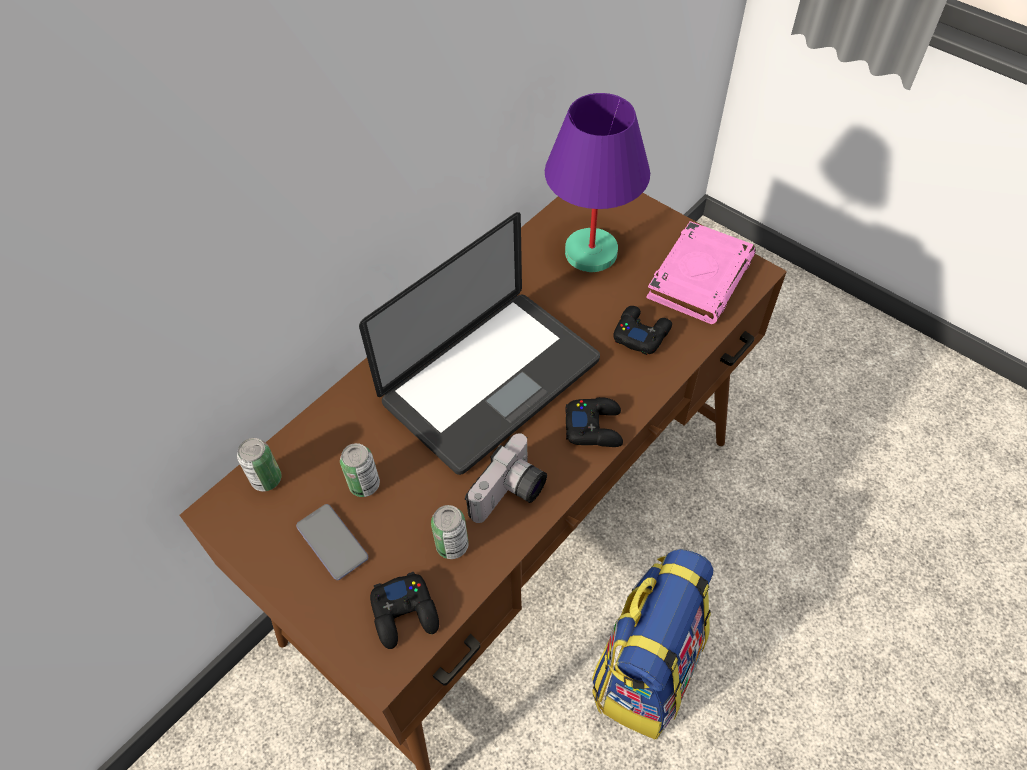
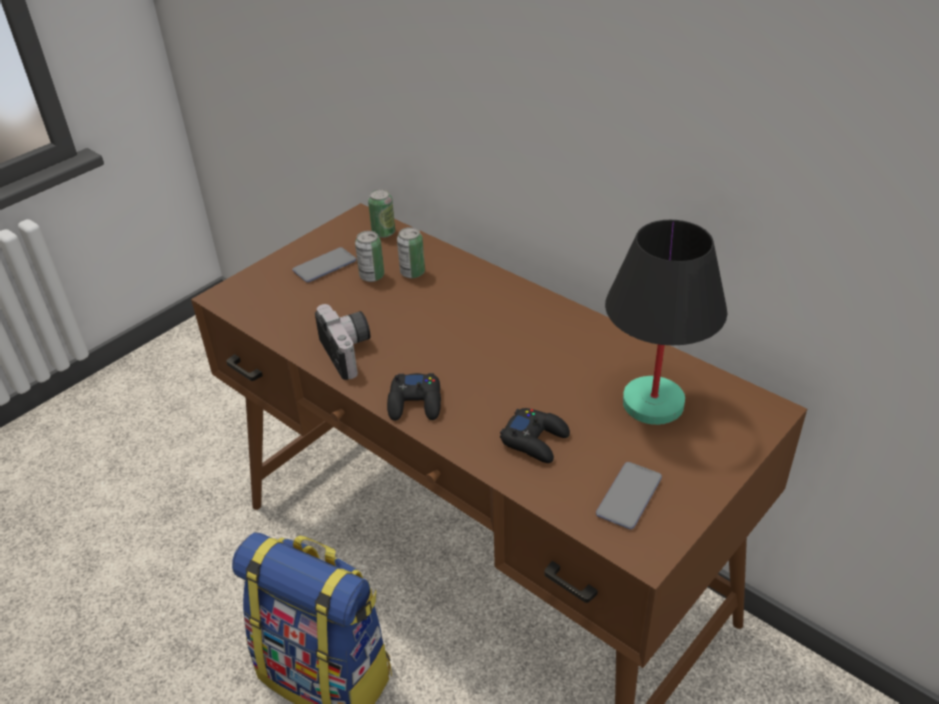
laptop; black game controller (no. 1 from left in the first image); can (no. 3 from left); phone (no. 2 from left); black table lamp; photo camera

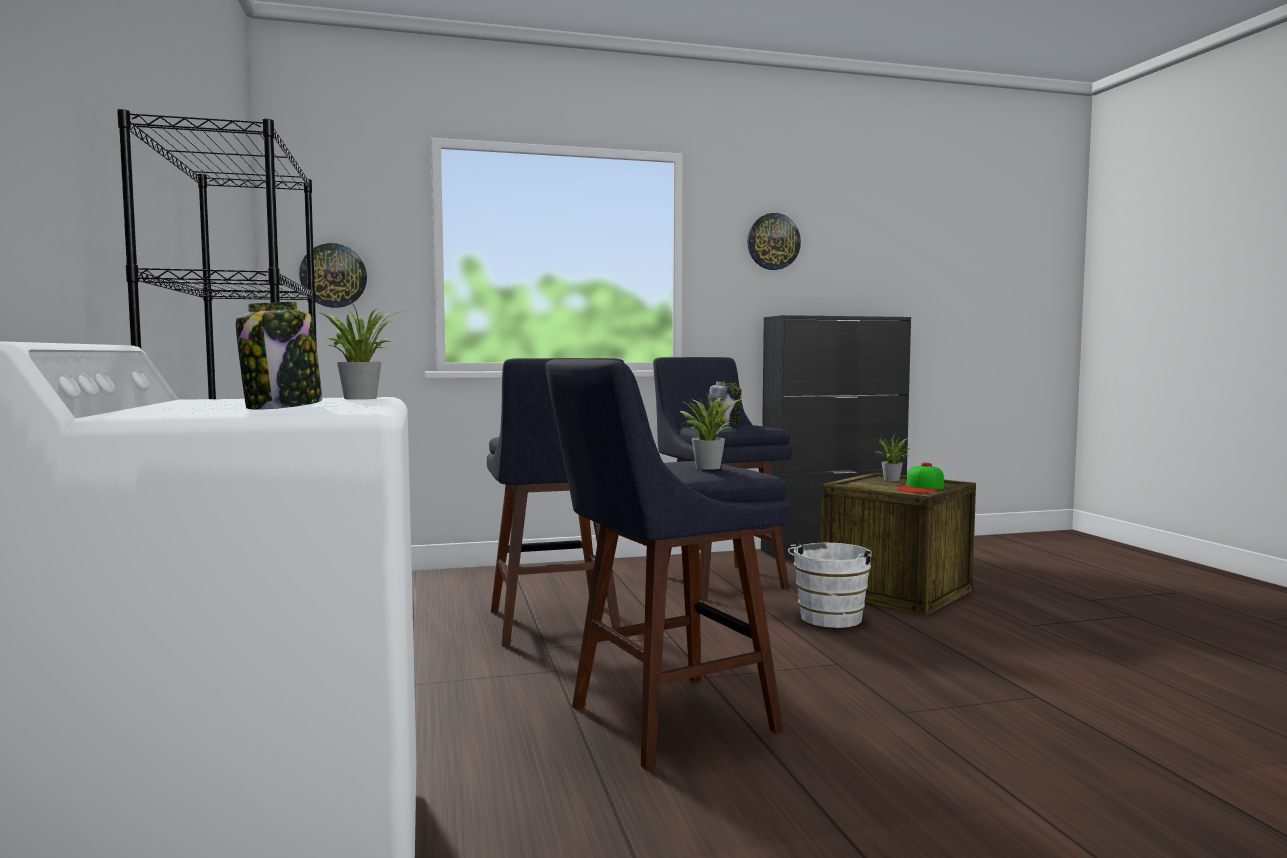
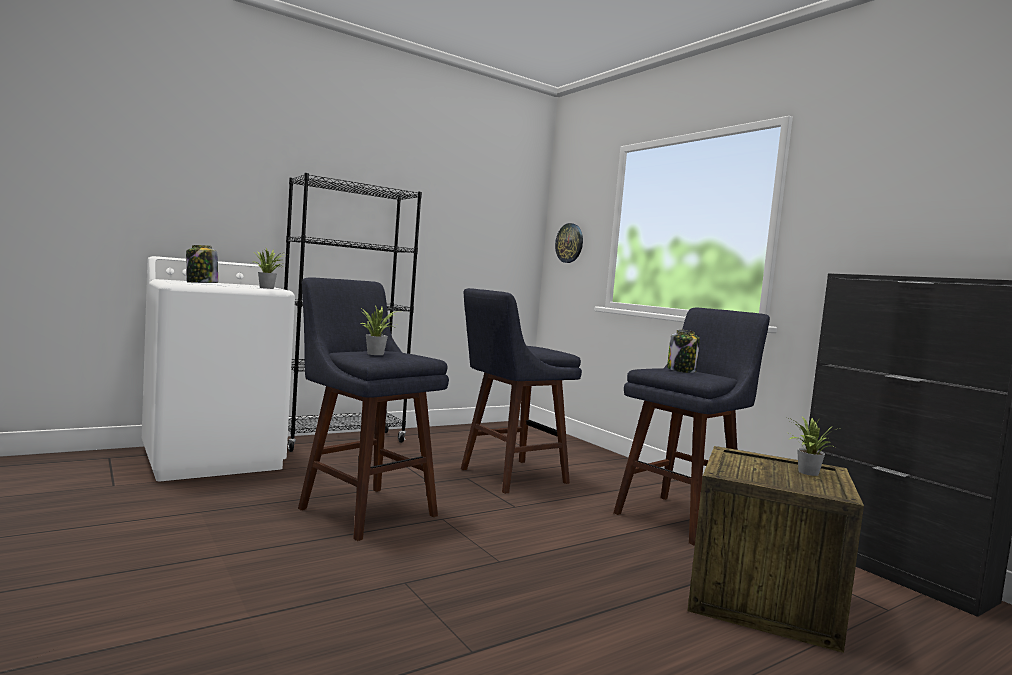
wall clock (no. 2 from left in the first image); white bucket; cap

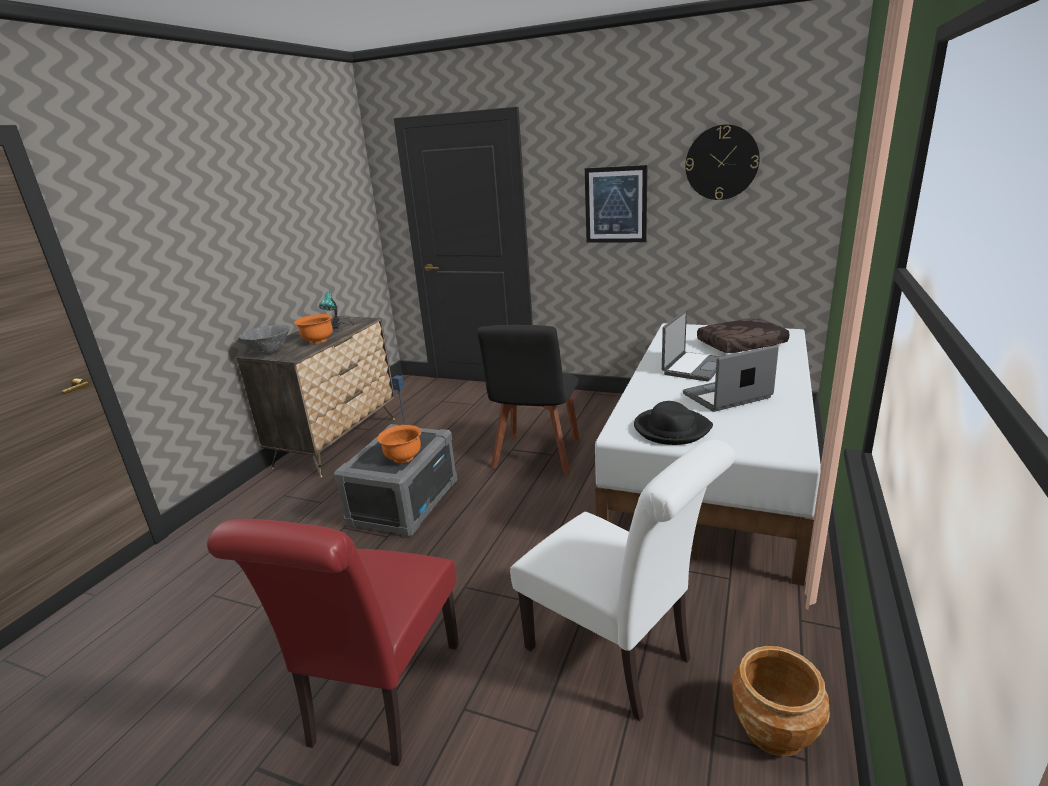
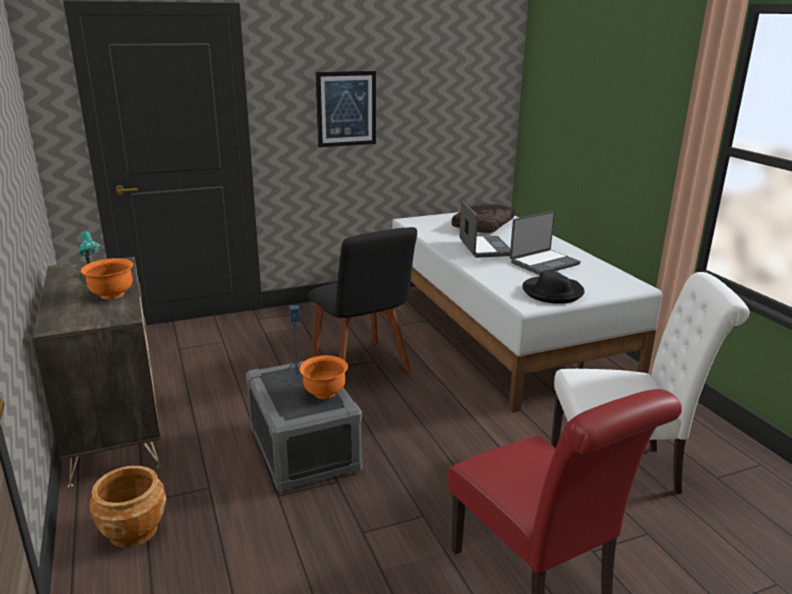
grey bowl; wall clock; brown planter; laptop (no. 2 from left)

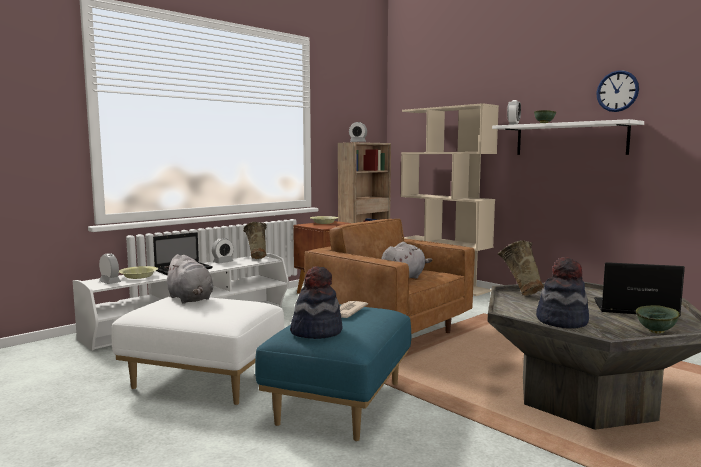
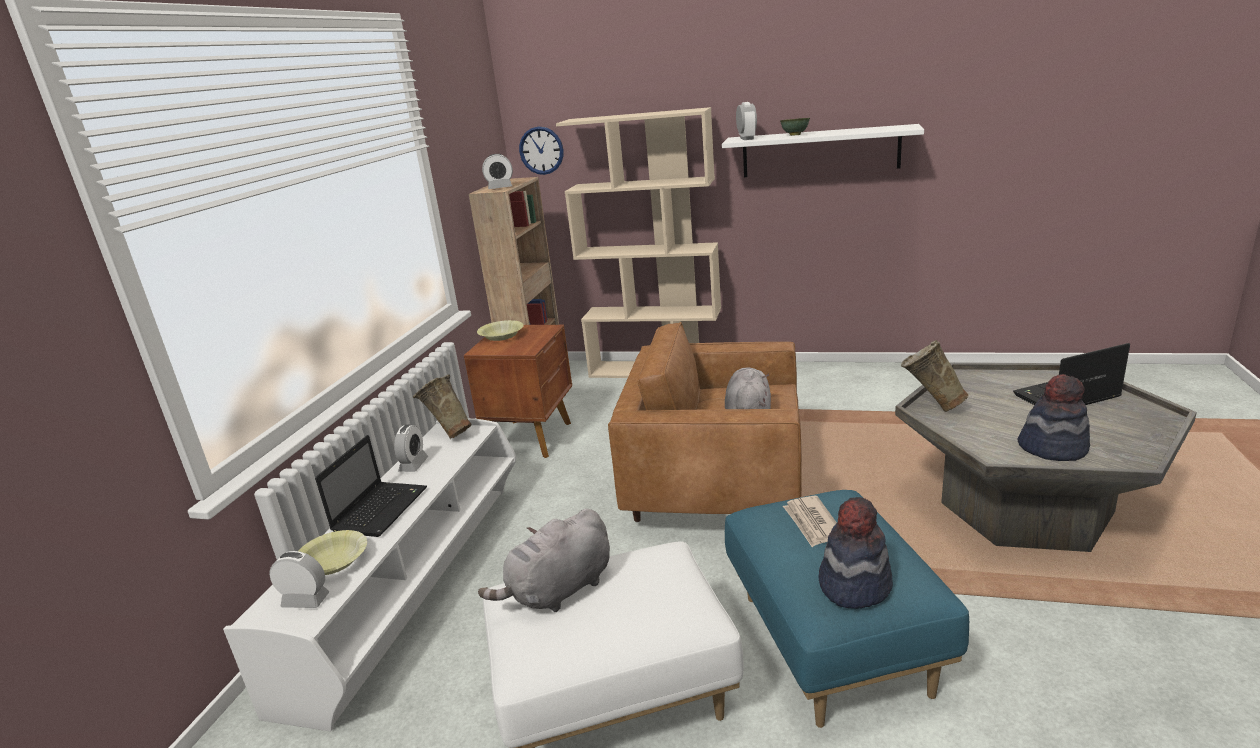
green bowl (no. 2 from left in the first image); wall clock; grey plush toy (no. 1 from left)

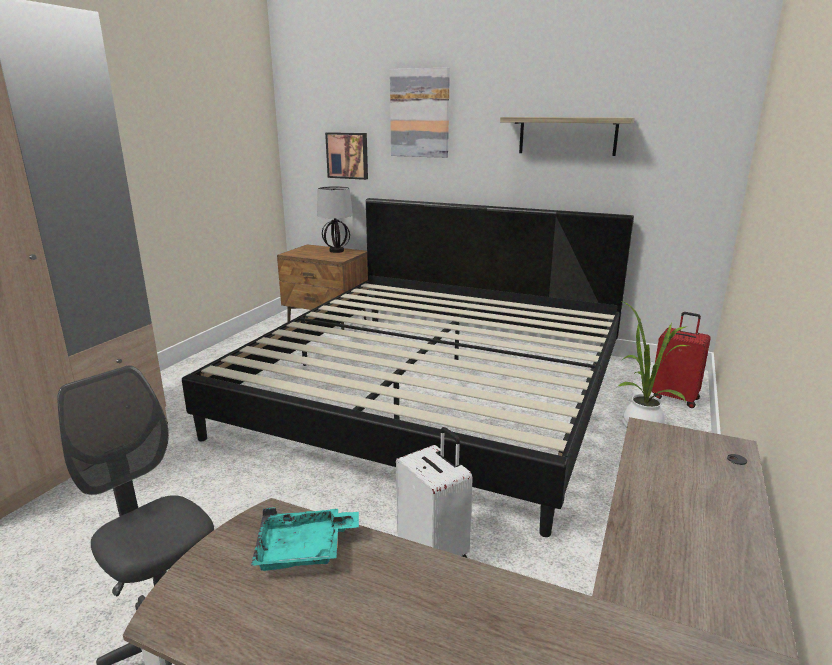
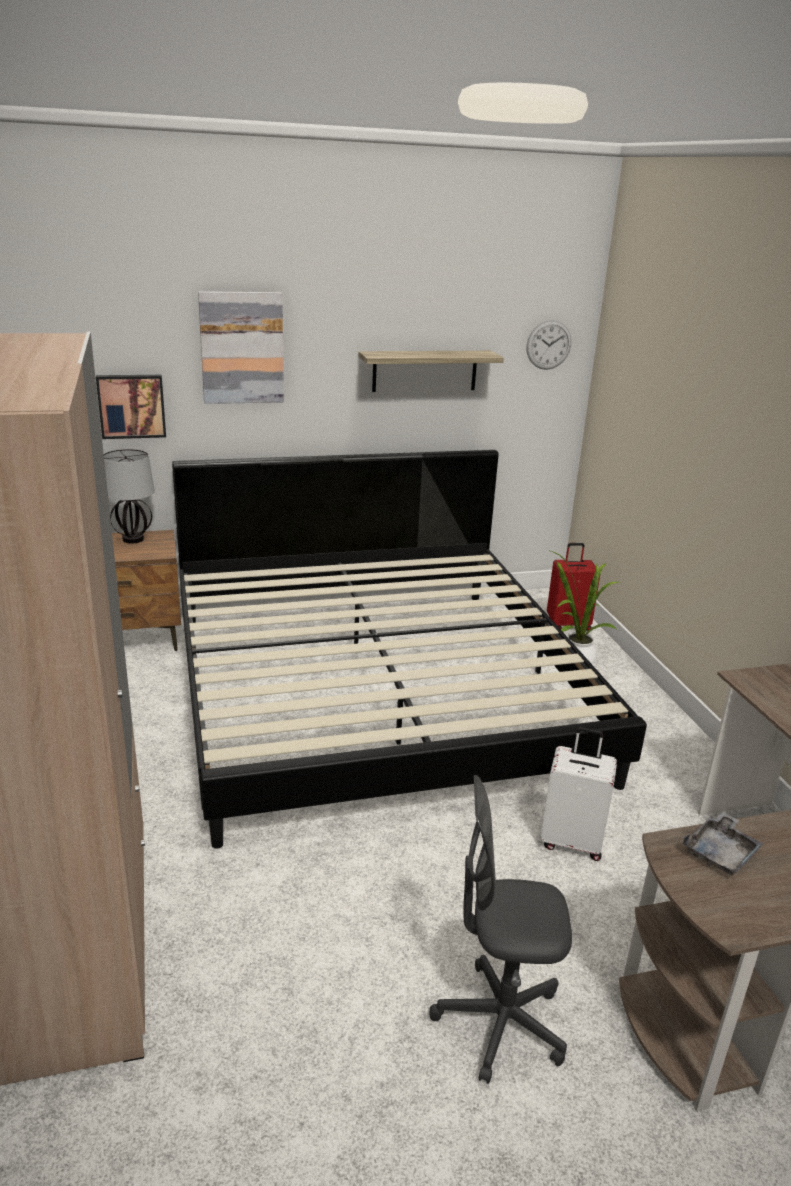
wall clock; grey tray

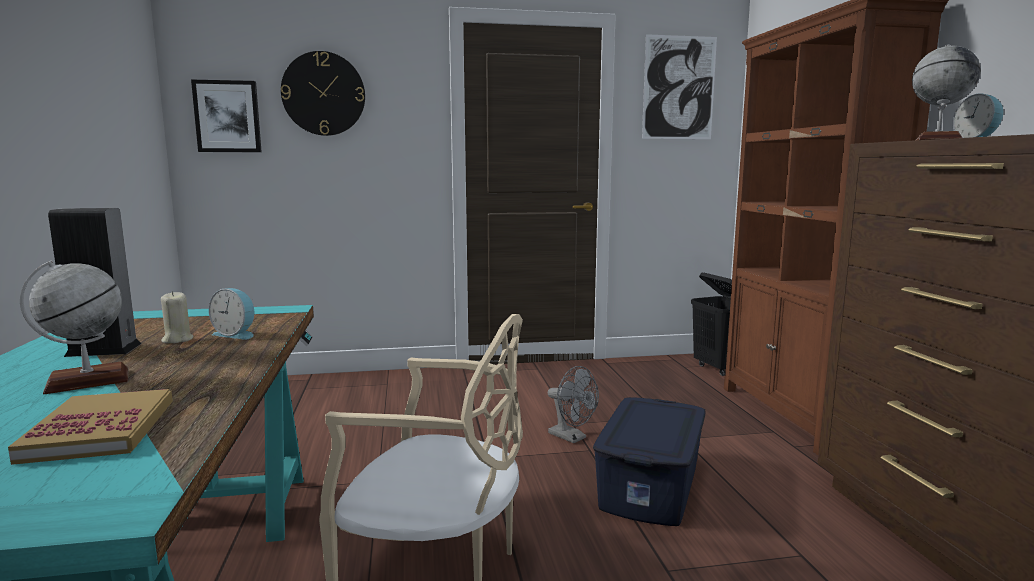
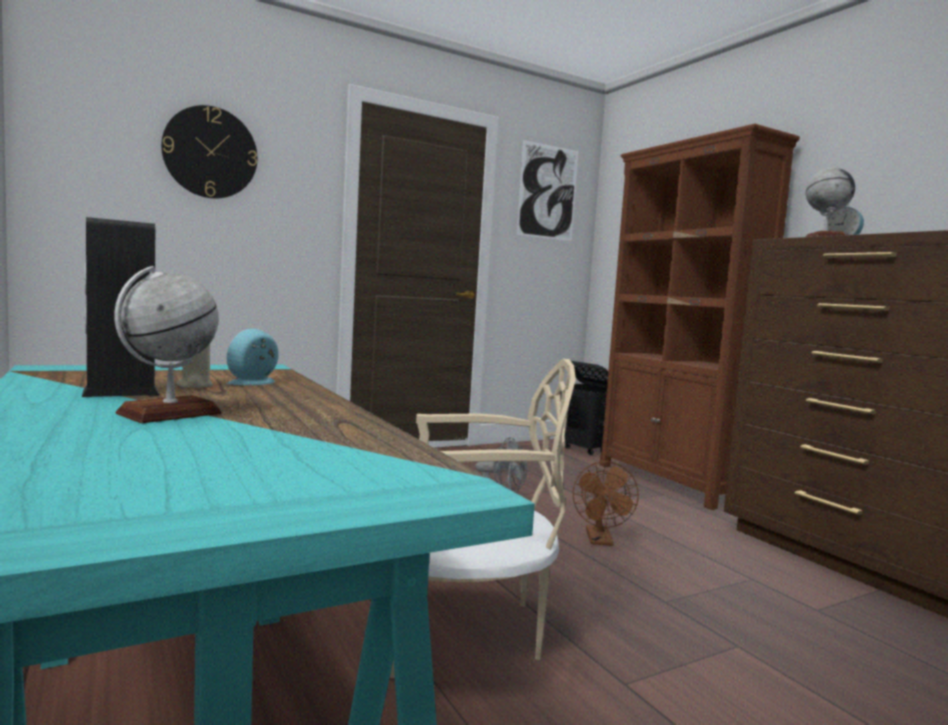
book; picture (no. 1 from left in the first image); brown fan; alarm clock (no. 1 from left)

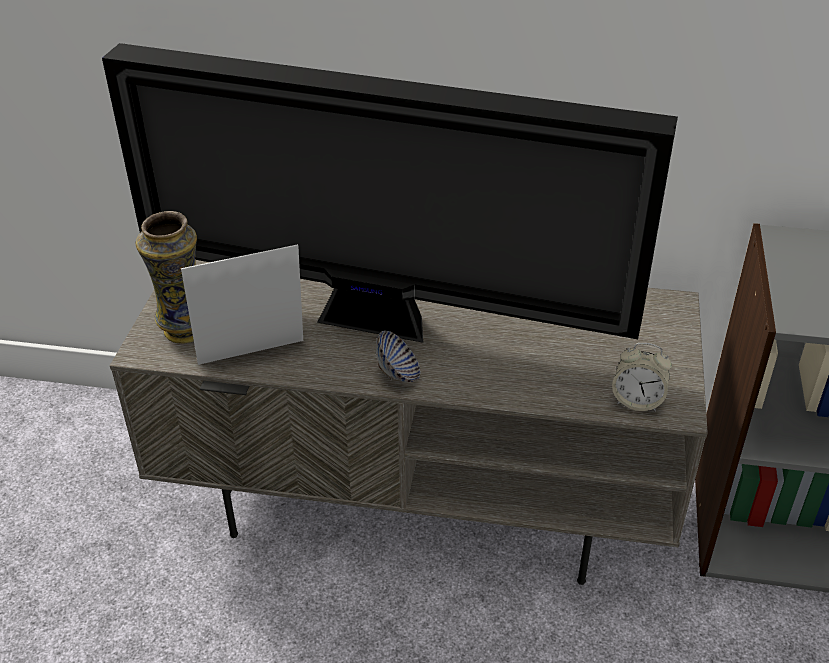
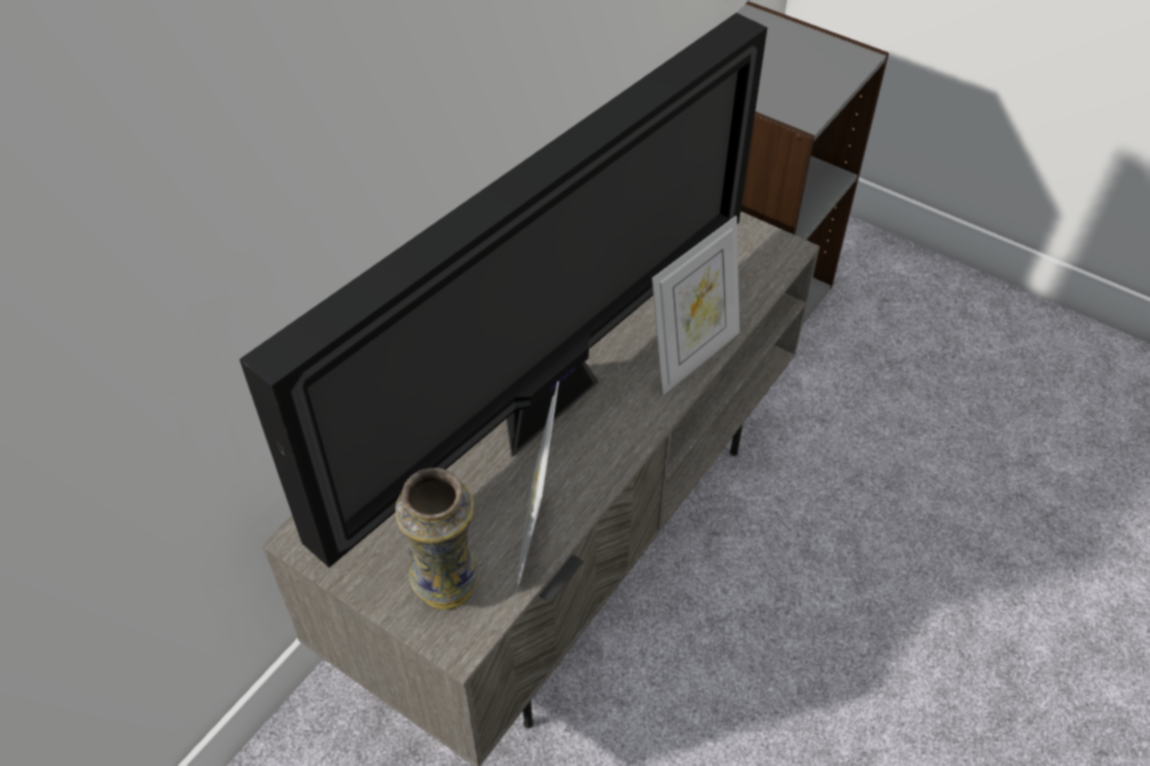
bowl; alarm clock; picture frame (no. 2 from left)

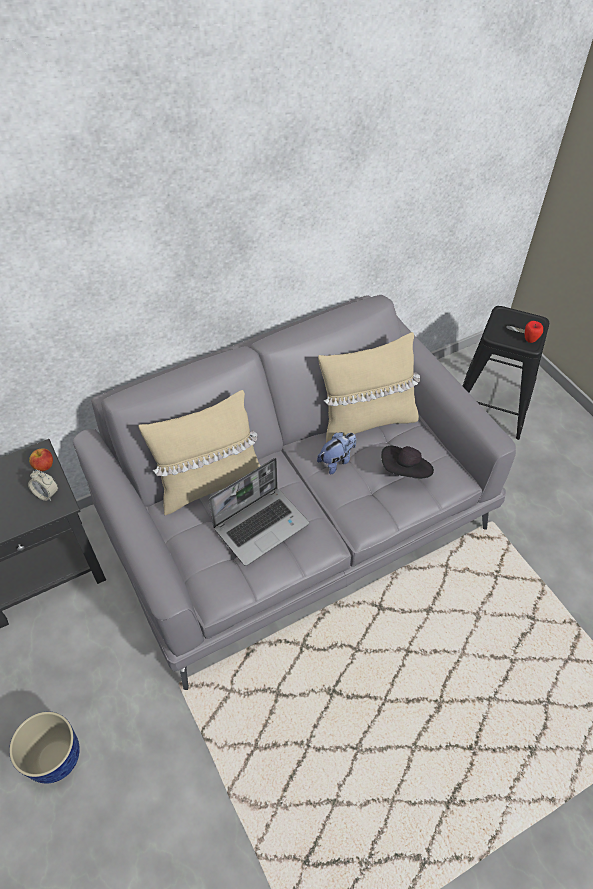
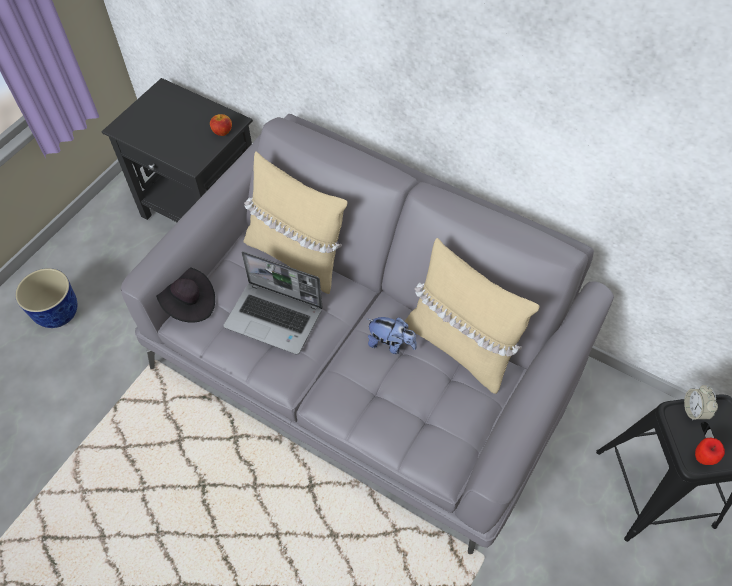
alarm clock; black hat

